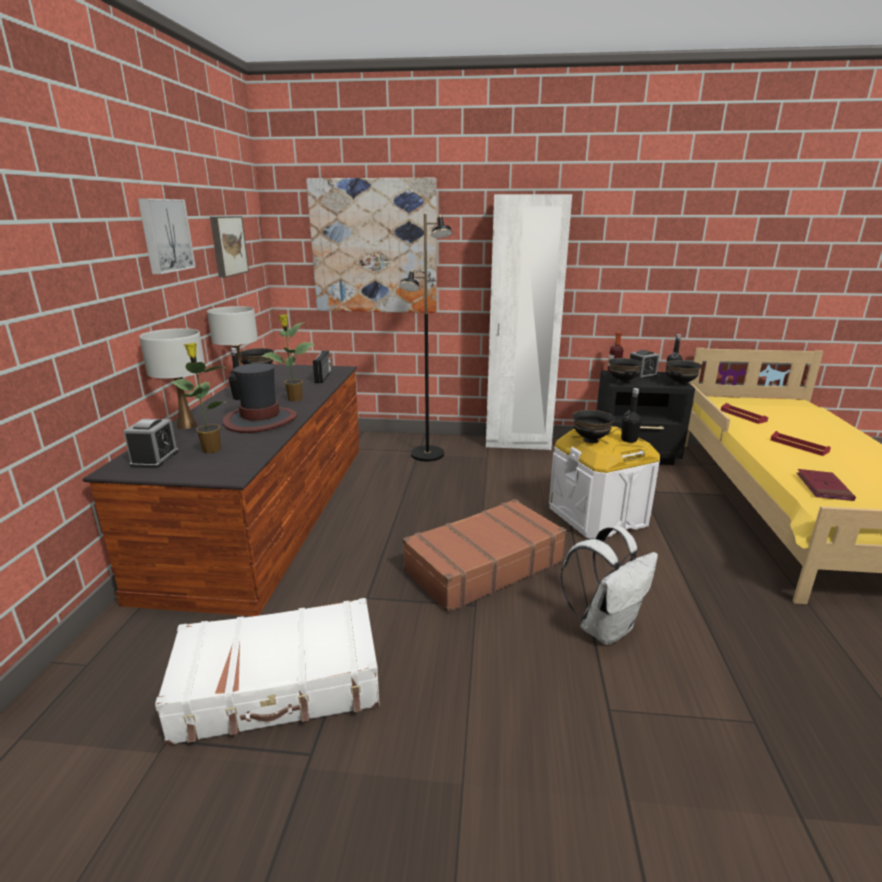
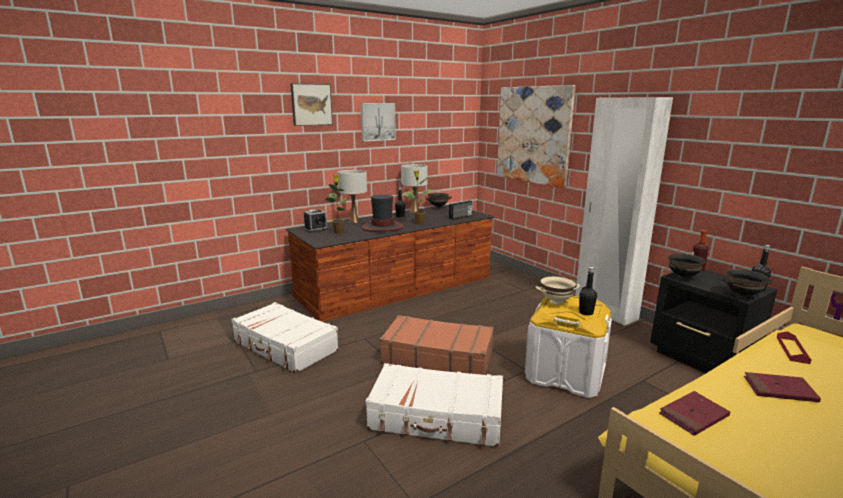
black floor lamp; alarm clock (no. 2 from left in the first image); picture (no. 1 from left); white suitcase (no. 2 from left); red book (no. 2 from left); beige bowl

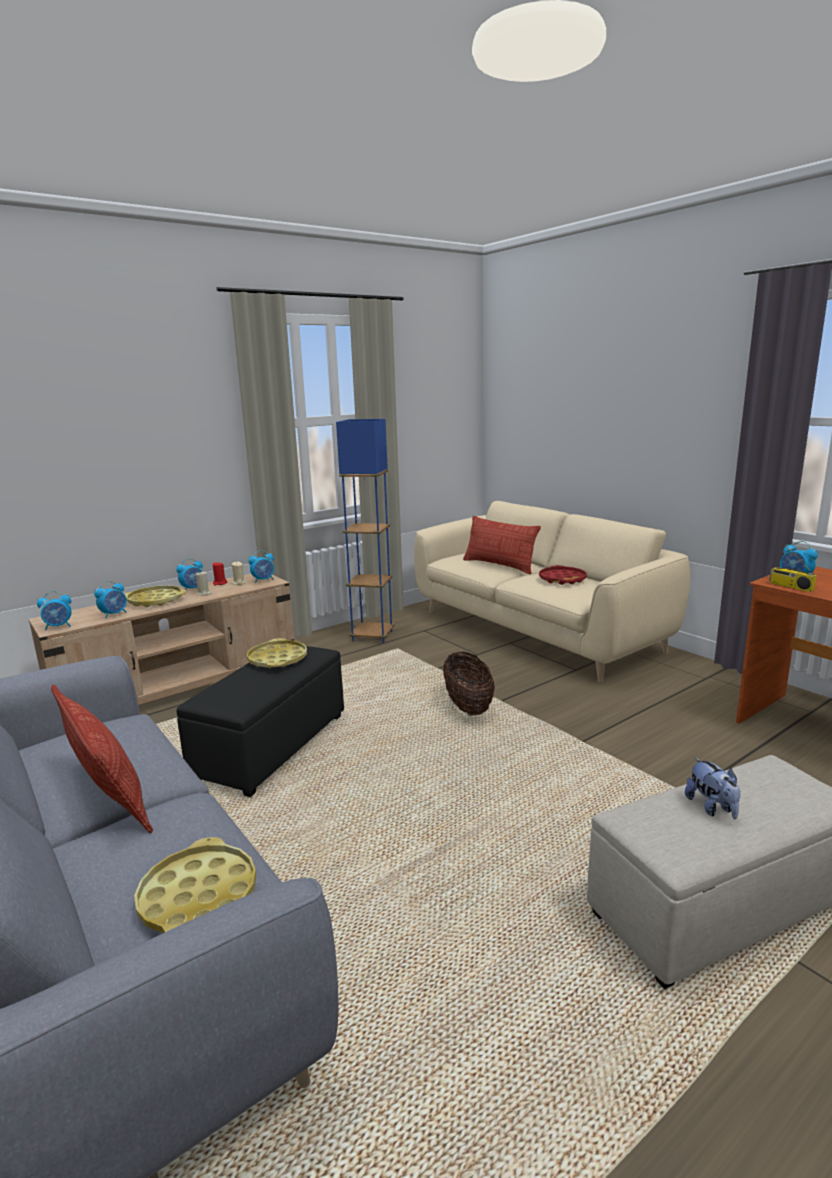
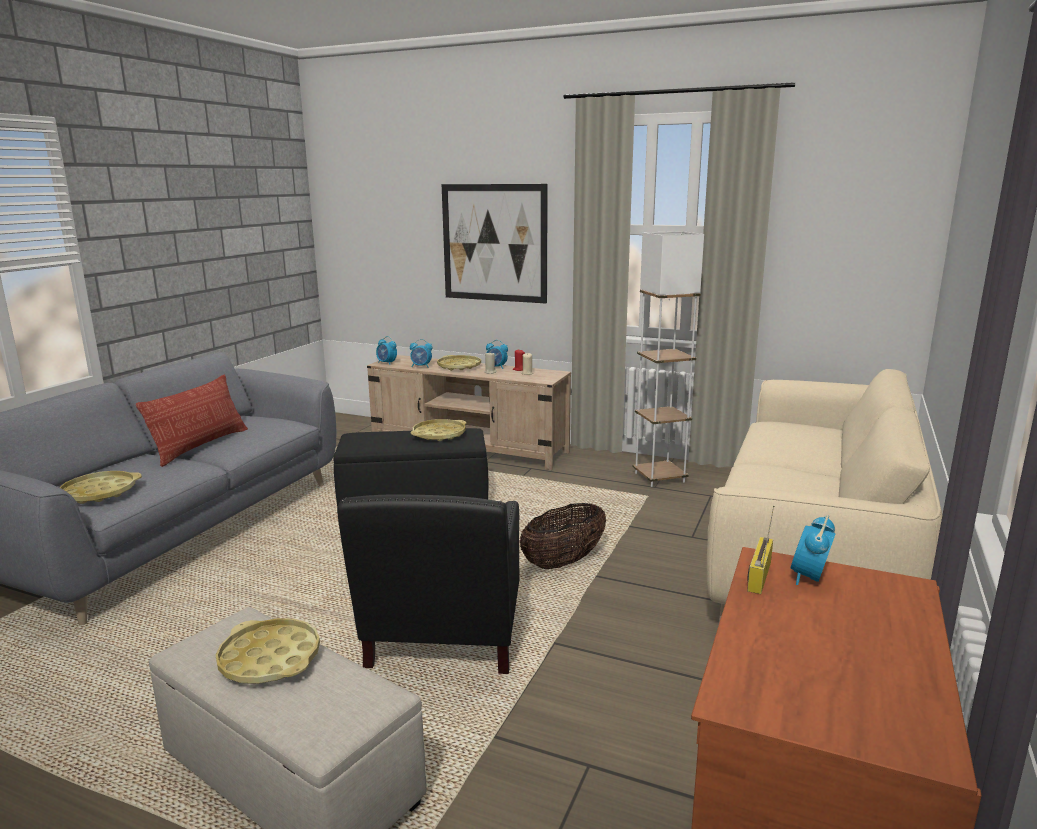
alarm clock (no. 4 from left in the first image); pillow (no. 2 from left in the first image); red tray; black armchair; picture; yellow tray (no. 2 from left); white floor lamp

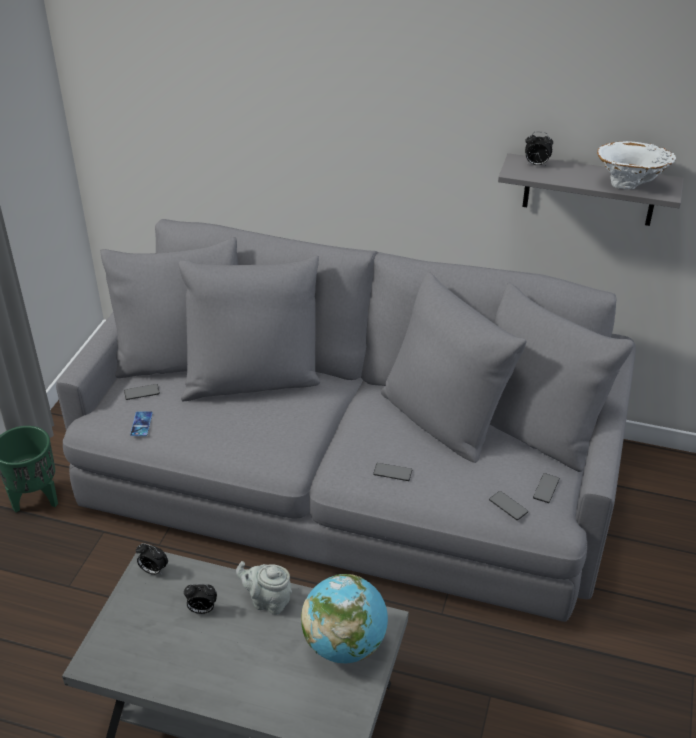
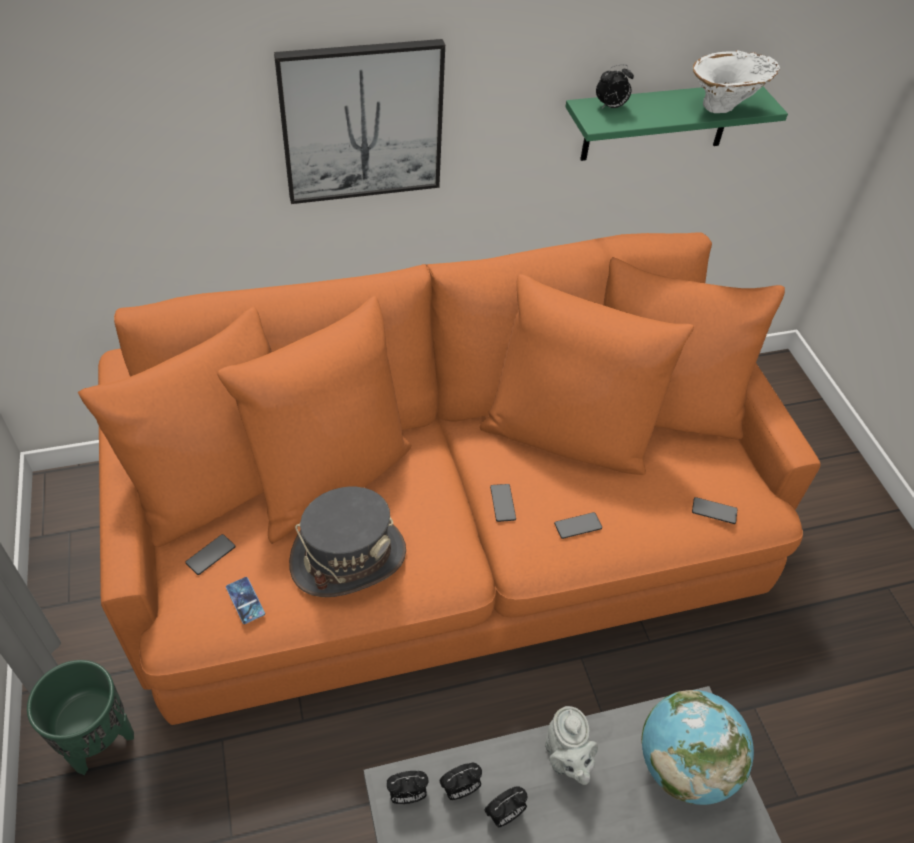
picture; grey hat; alarm clock (no. 2 from left); phone (no. 3 from left); orange sofa; green shelf; grey teapot

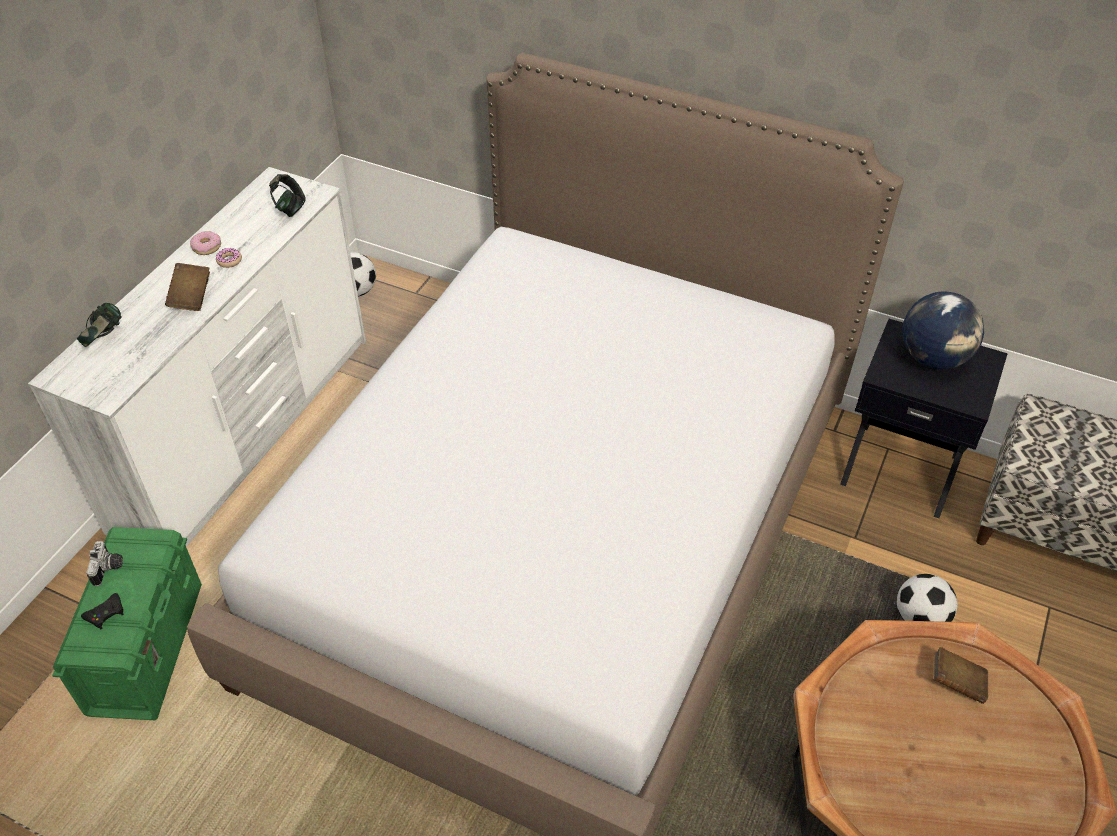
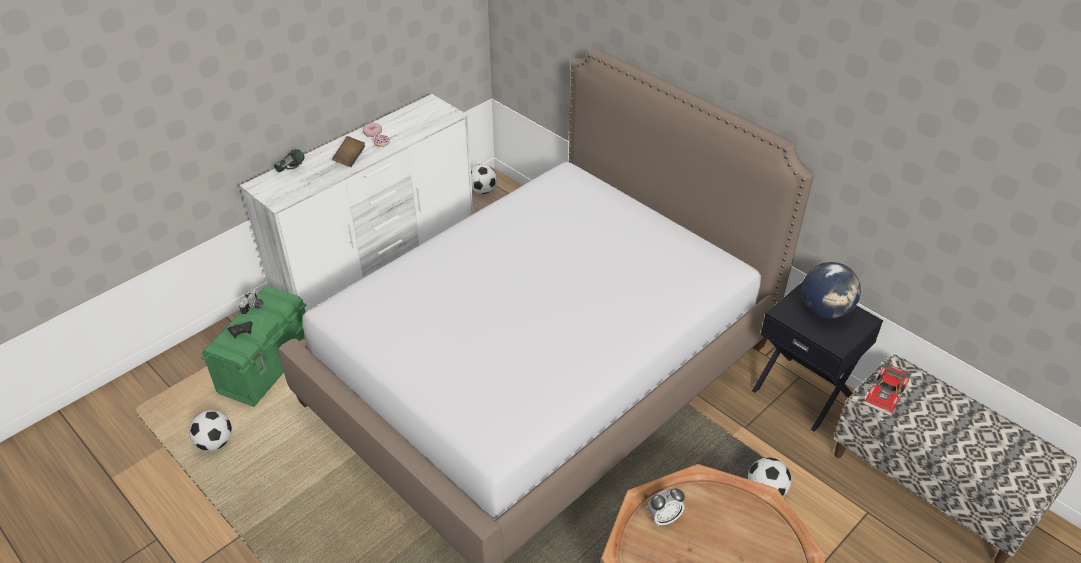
headphones (no. 2 from left in the first image); brown book (no. 2 from left in the first image); football (no. 1 from left); alarm clock; toy car

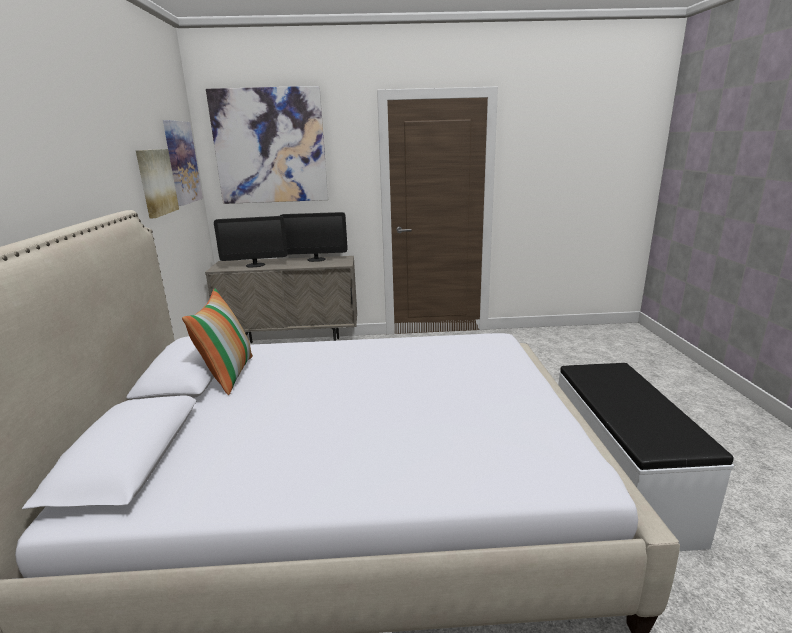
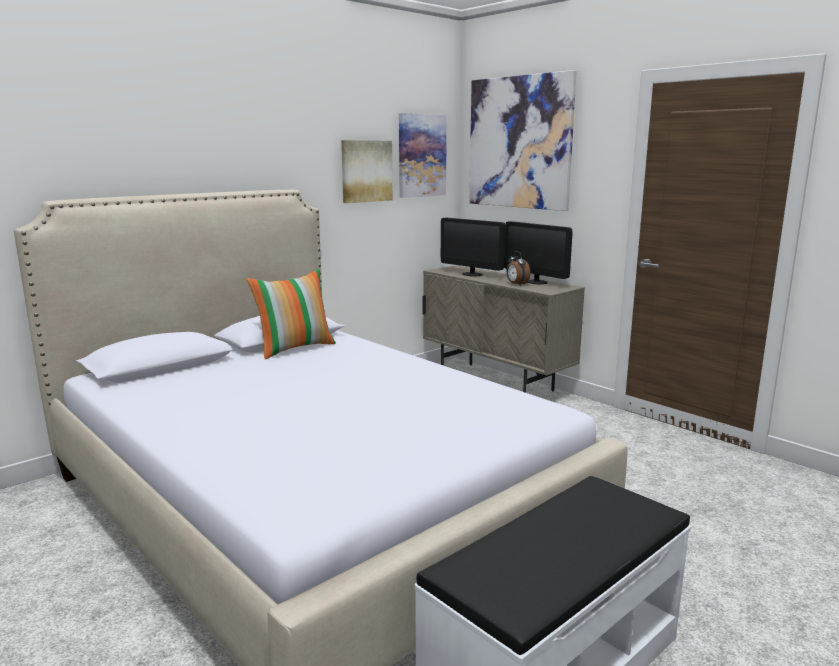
alarm clock

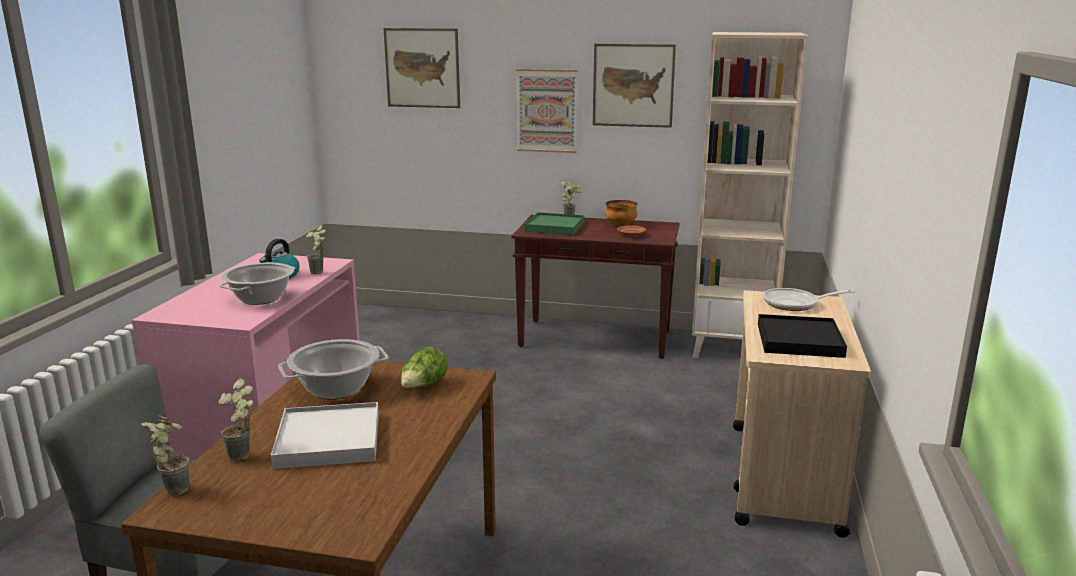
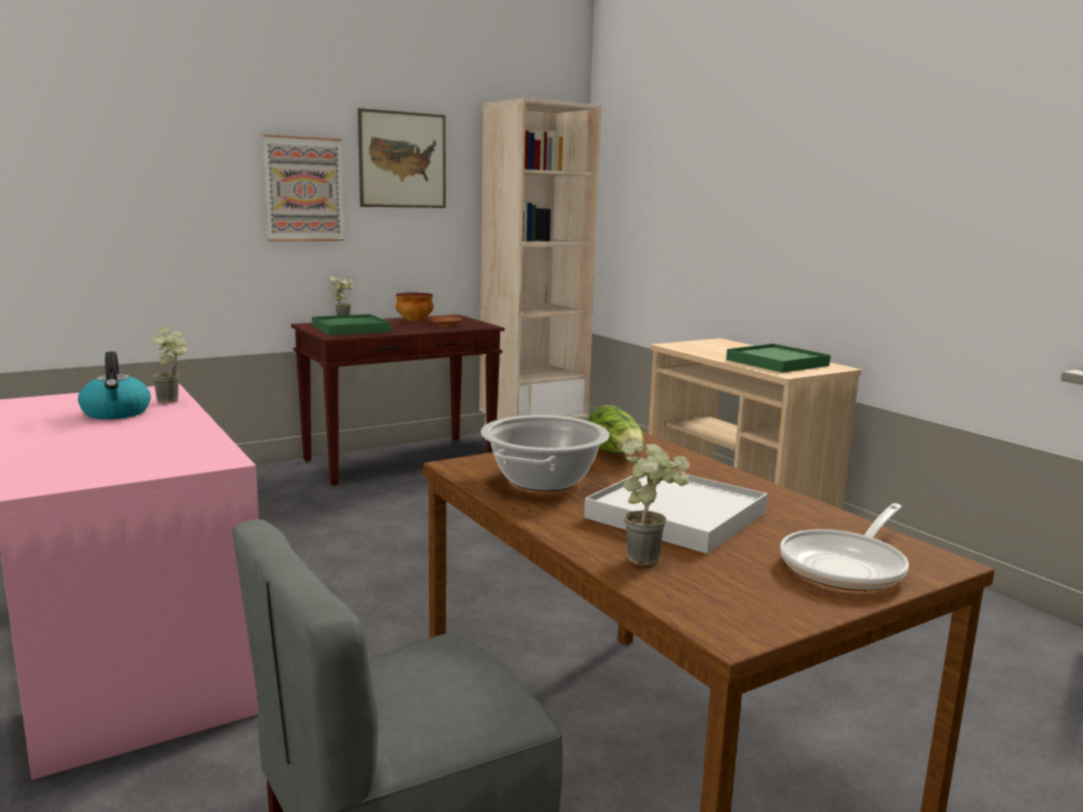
potted plant (no. 1 from left in the first image); cooking pot (no. 1 from left in the first image); picture (no. 1 from left in the first image); frying pan; green tray (no. 2 from left)

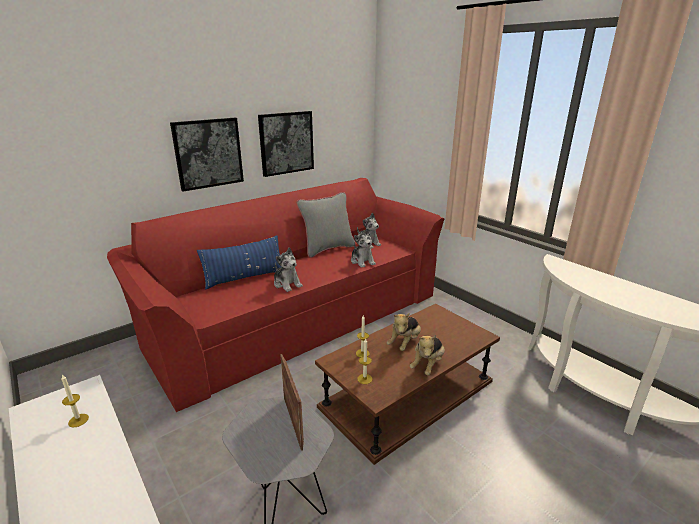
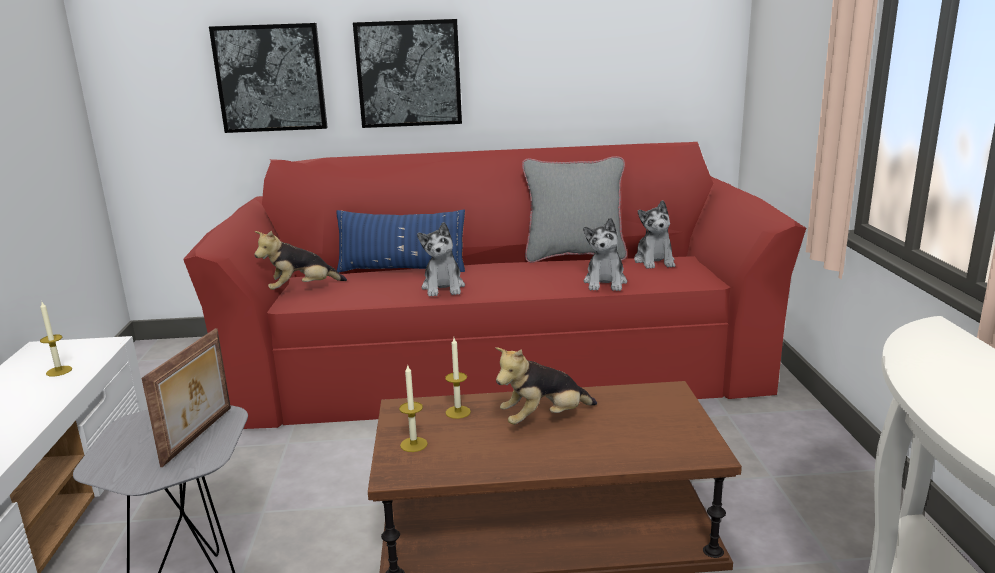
picture (no. 1 from left); plush toy (no. 1 from left)

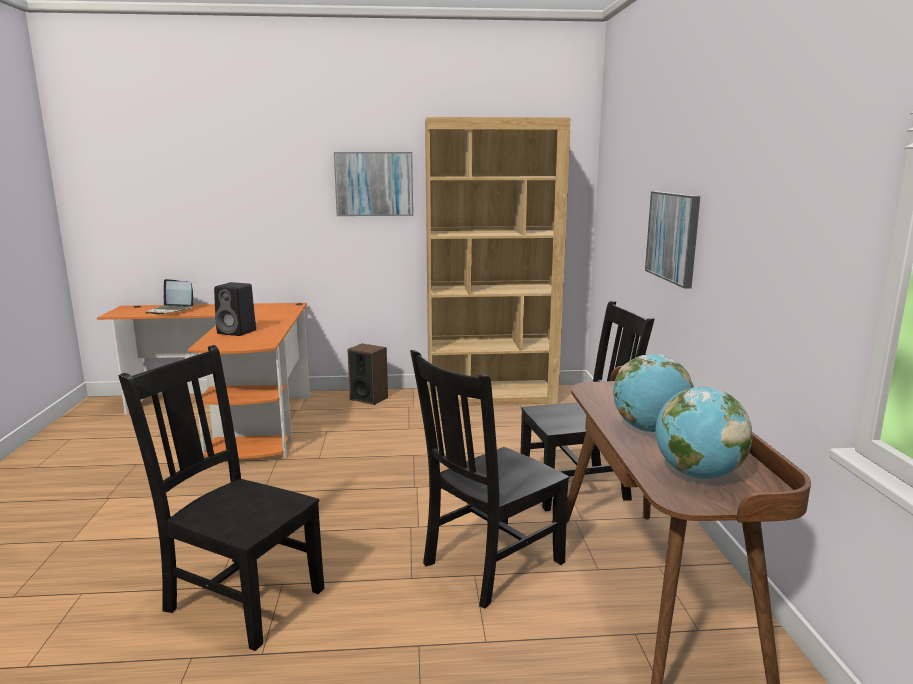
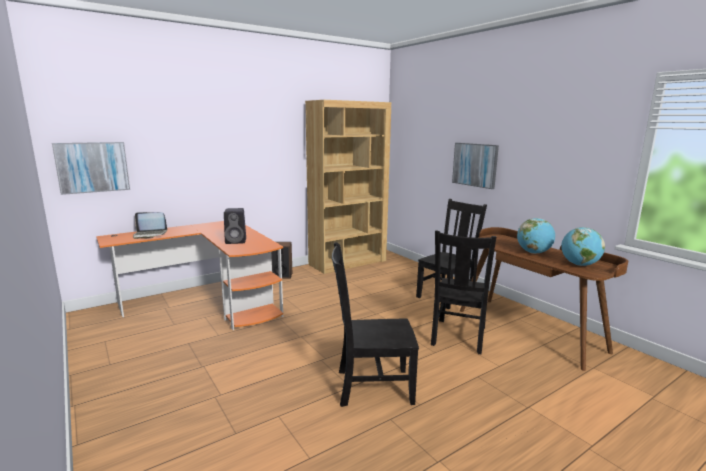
picture (no. 1 from left)

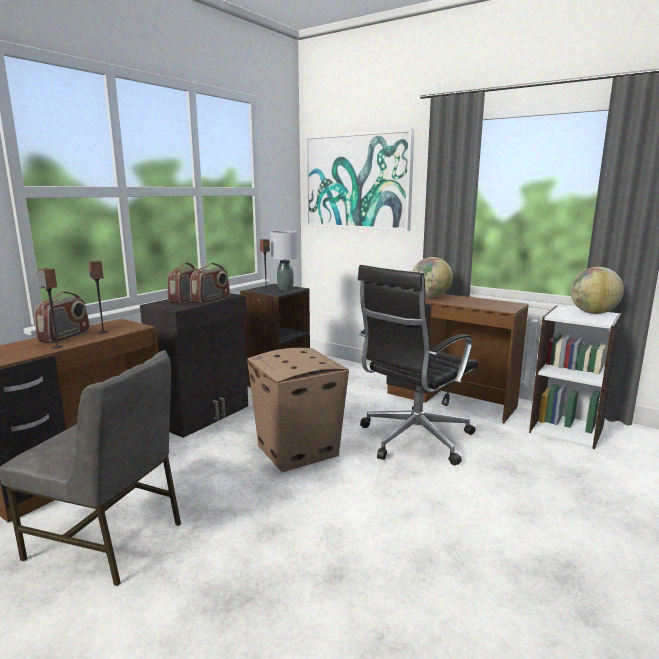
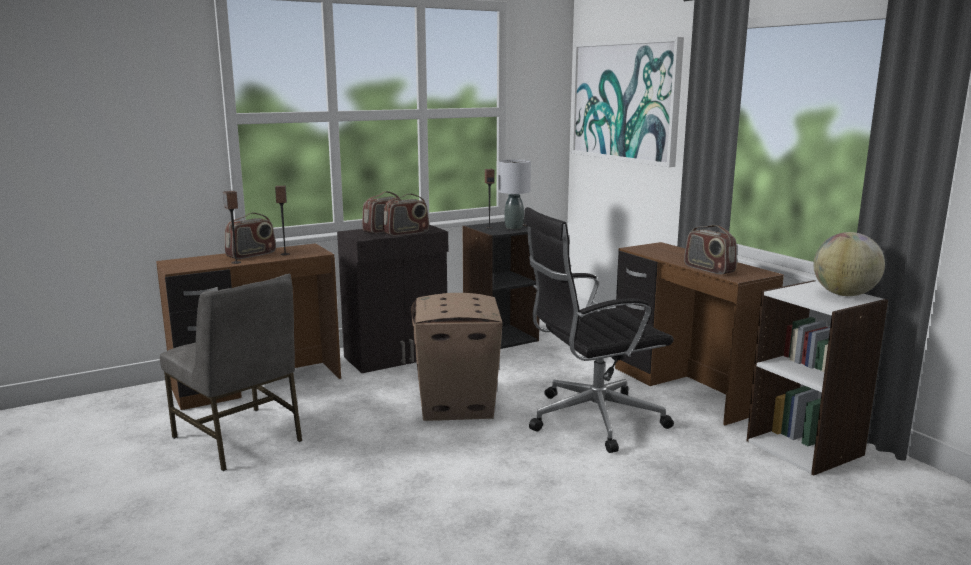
globe (no. 1 from left in the first image); radio (no. 4 from left)

